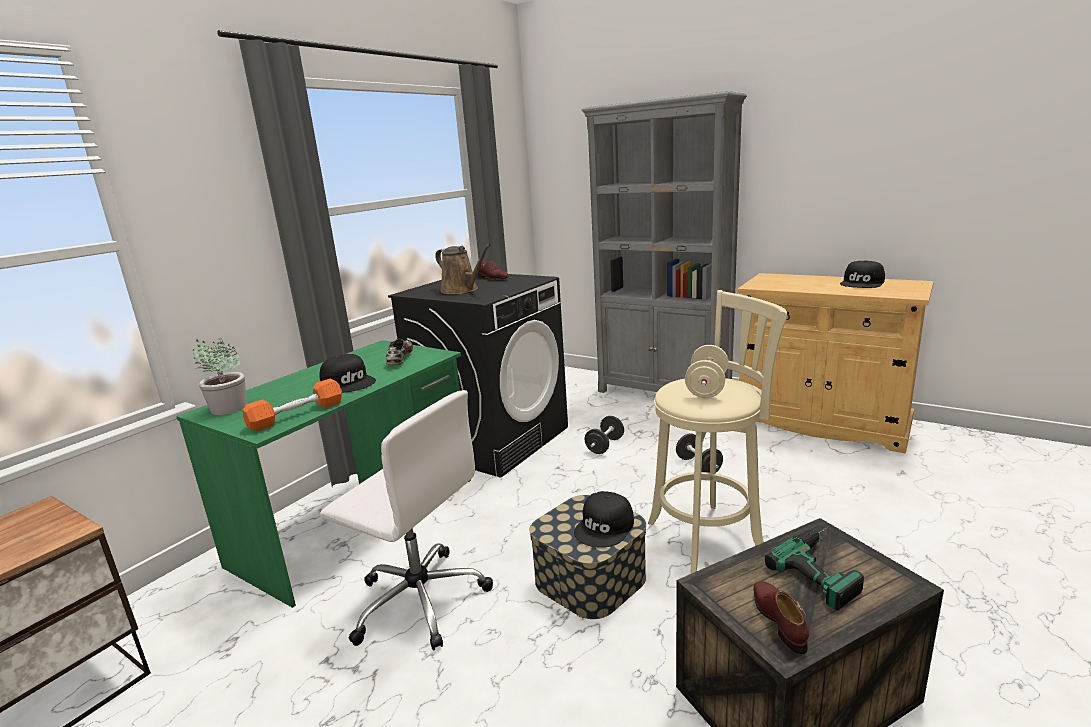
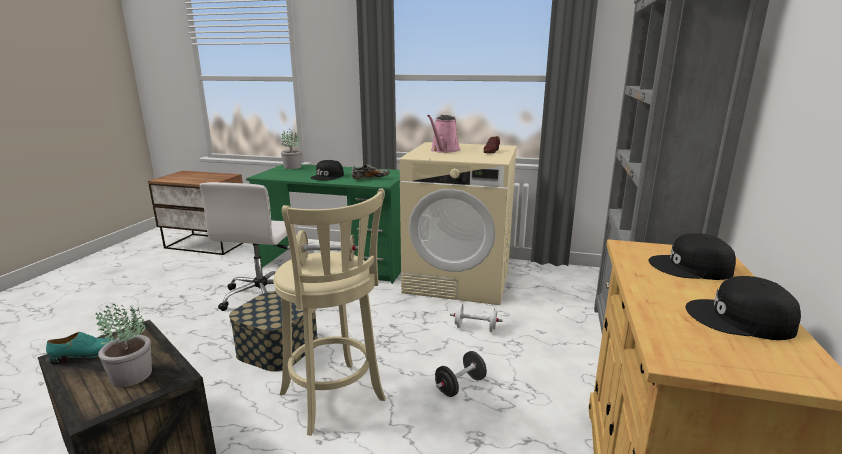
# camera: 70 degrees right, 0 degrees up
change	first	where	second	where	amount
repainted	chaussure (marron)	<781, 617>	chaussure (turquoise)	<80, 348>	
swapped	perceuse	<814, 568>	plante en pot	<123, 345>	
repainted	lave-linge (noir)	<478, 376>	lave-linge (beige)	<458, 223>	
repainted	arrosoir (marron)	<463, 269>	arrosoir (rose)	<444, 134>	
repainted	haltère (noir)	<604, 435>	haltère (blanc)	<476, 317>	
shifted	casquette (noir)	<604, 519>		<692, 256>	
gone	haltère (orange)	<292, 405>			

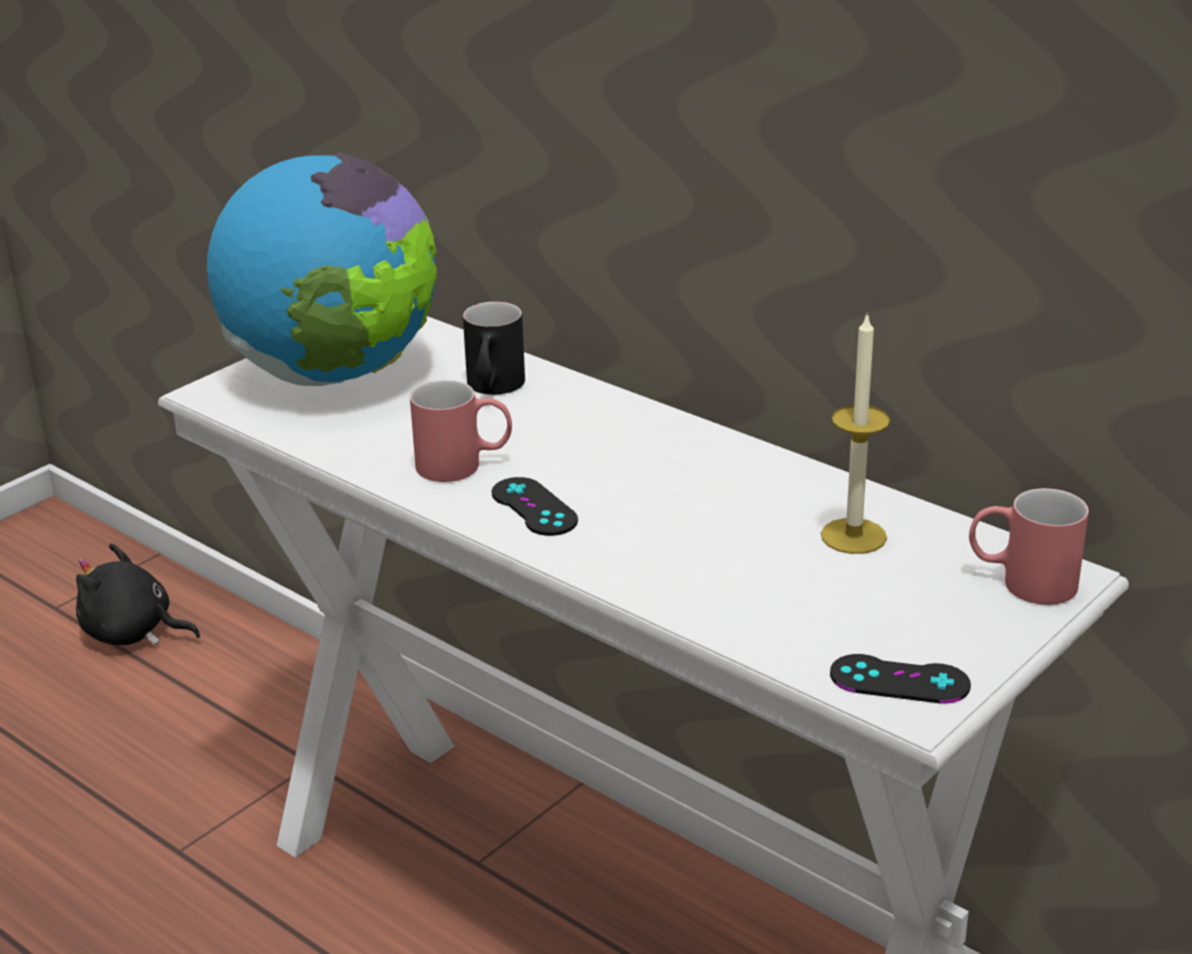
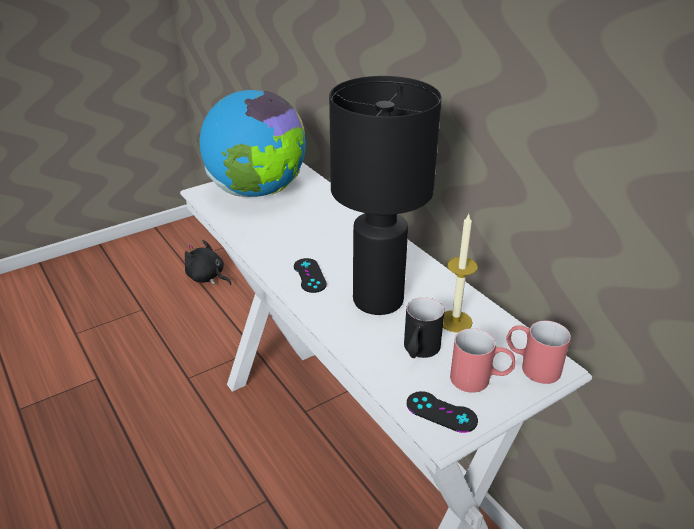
# camera: 15 degrees right, 5 degrees up
change	first	where	second	where	amount
new			lampe de table (noir)	<385, 195>	
shifted	mug (noir)	<494, 348>		<424, 327>	
shifted	mug (rouge)	<461, 431>		<482, 360>	

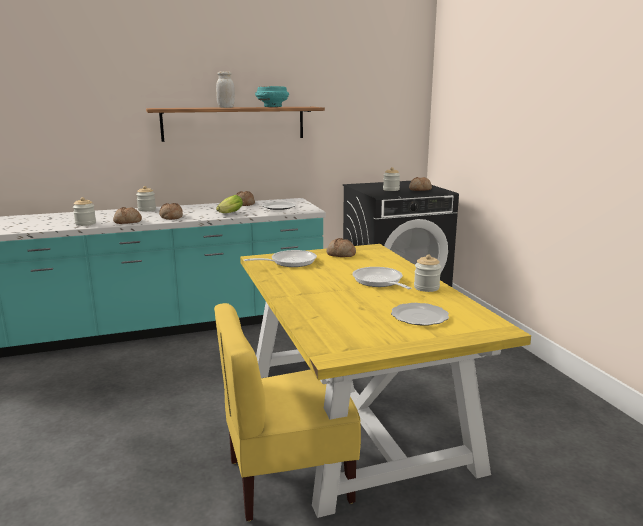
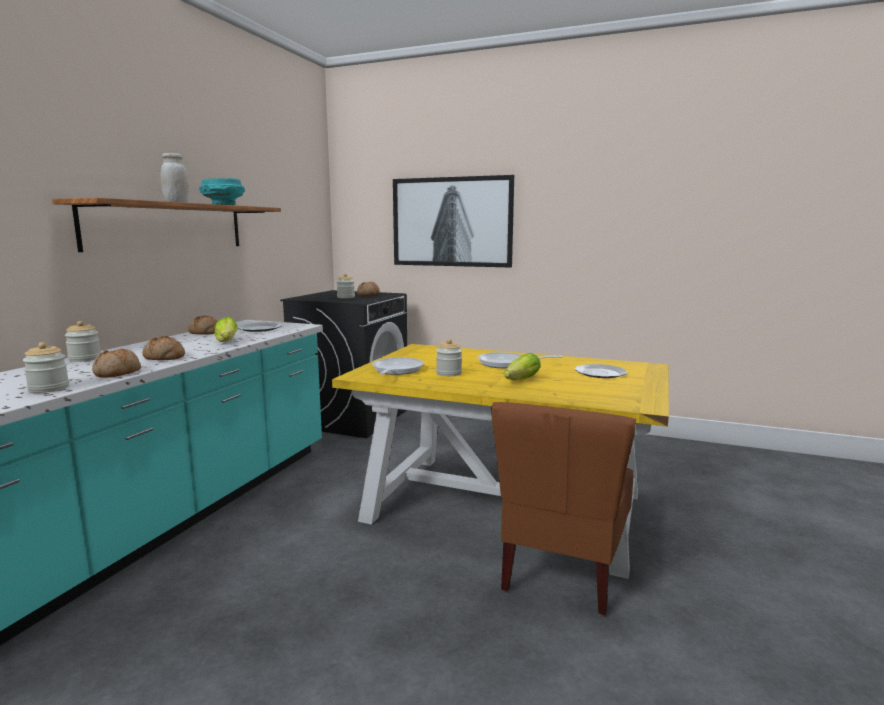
# camera: 50 degrees left, 5 degrees down
change	first	where	second	where	amount
new			tableau	<453, 221>	
shifted	bocal	<427, 273>		<449, 357>	
repainted	chaise (jaune)	<287, 412>	chaise (marron)	<563, 508>	
new			laitue	<522, 366>	
gone	pain	<341, 247>			

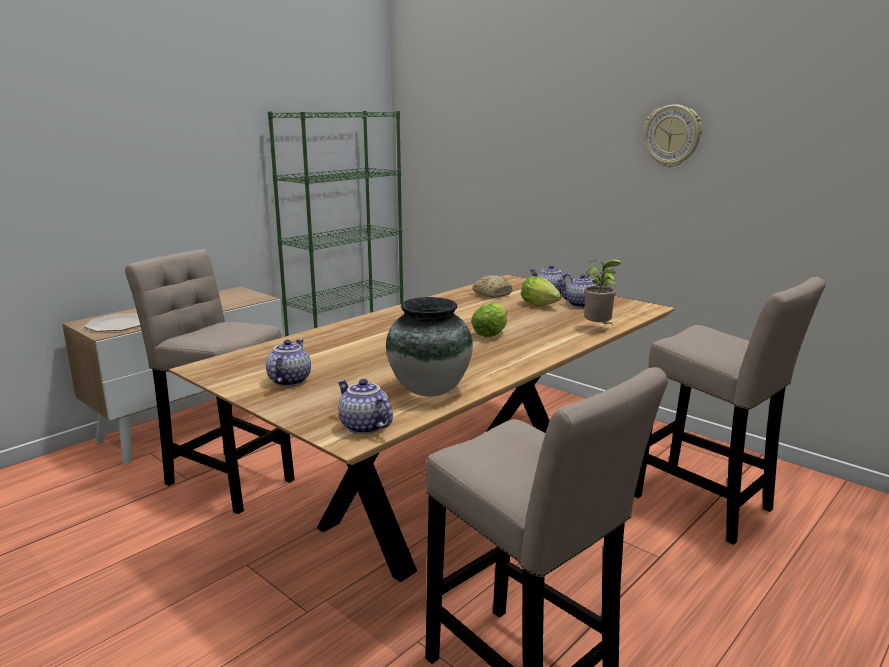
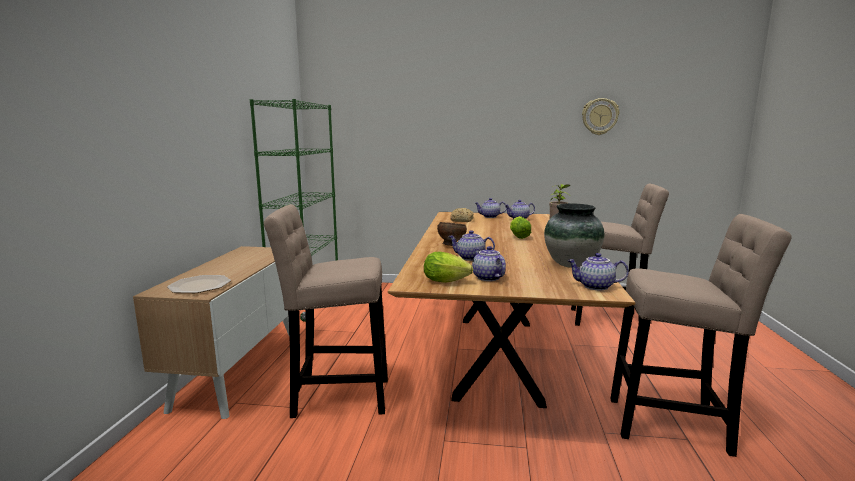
# camera: 35 degrees left, 5 degrees down
change	first	where	second	where	amount
shifted	laitue	<541, 291>		<448, 267>	
new			bol (marron)	<452, 234>	
new			théière	<471, 245>	
shifted	horloge murale	<673, 135>		<600, 116>	

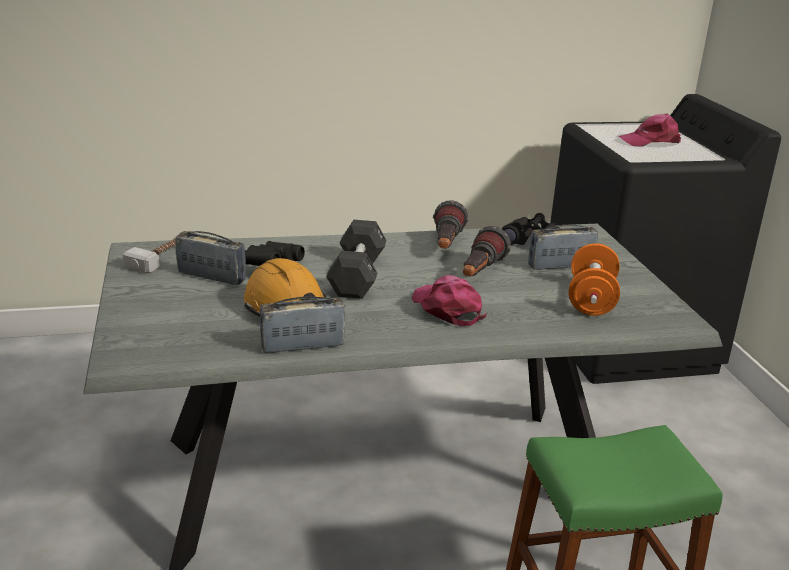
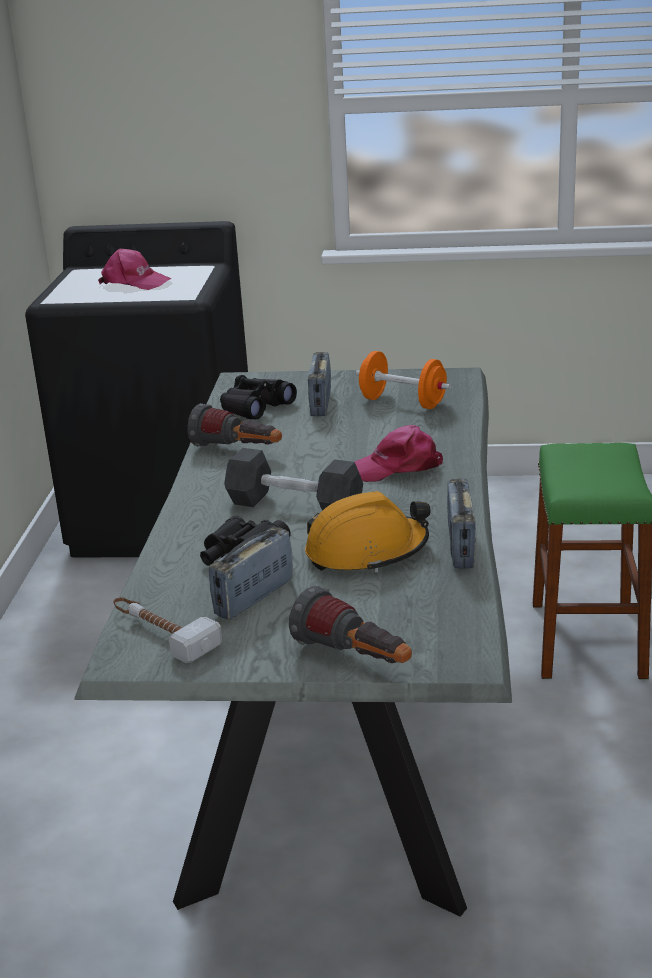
# camera: 70 degrees left, 0 degrees up
change	first	where	second	where	amount
rotated	casquette (rose)	<649, 130>		<135, 269>	75 degrees counterclockwise
shifted	lampe de poche	<487, 251>		<350, 624>	

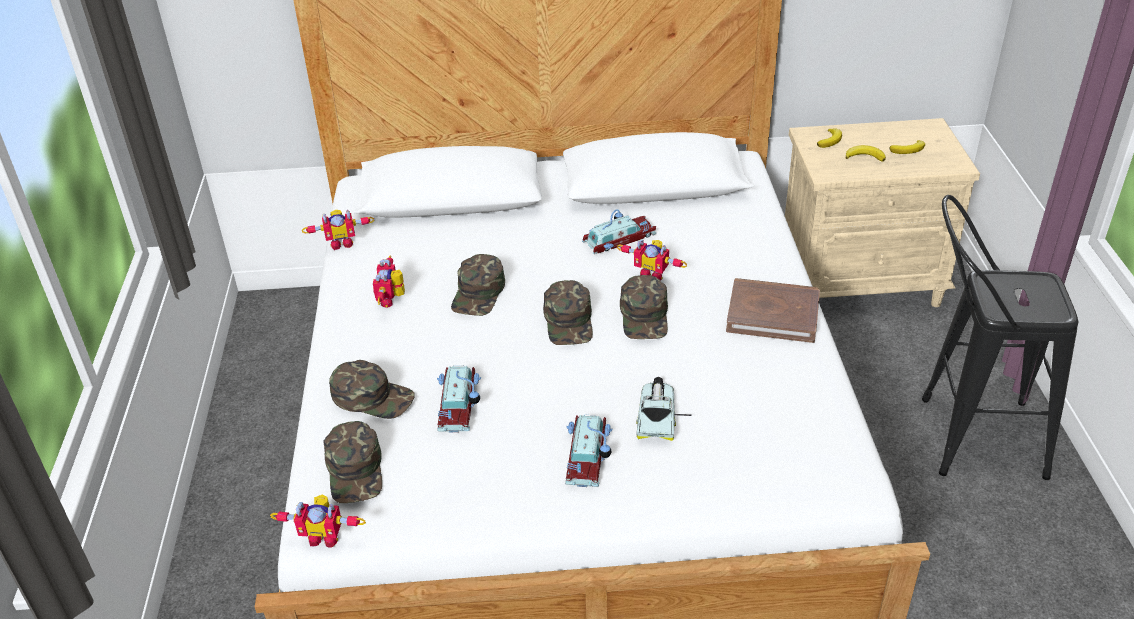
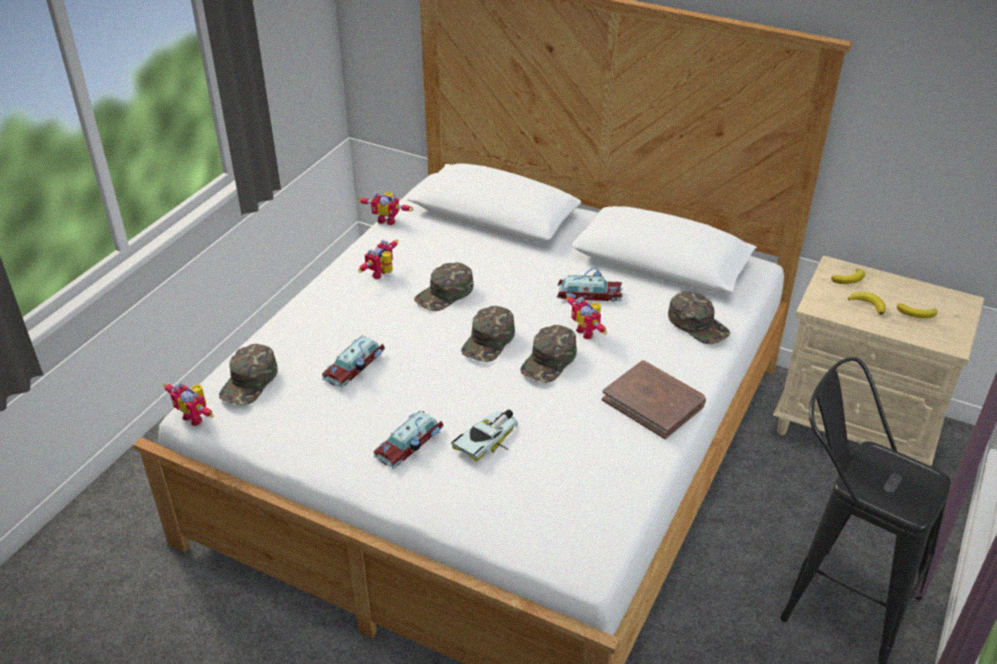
# camera: 30 degrees right, 0 degrees up
change	first	where	second	where	amount
shifted	casquette (vert)	<371, 389>		<699, 317>	

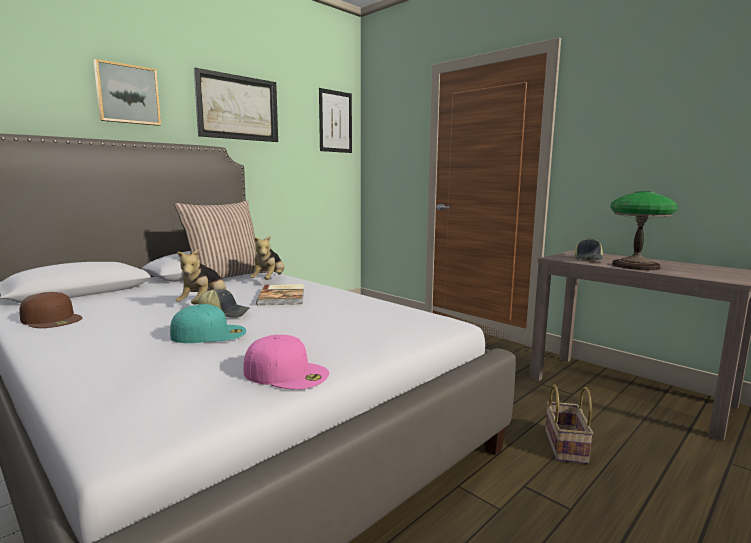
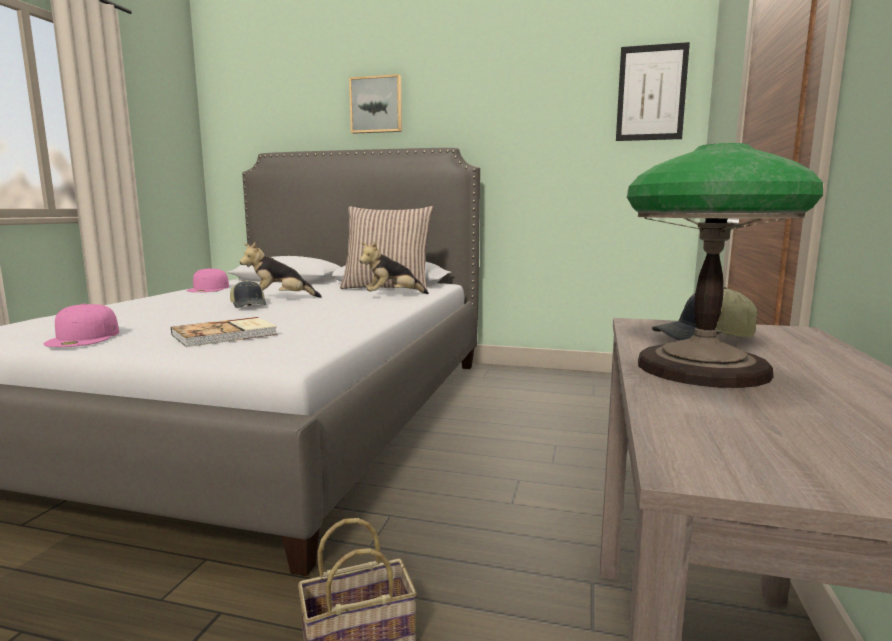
# camera: 60 degrees right, 0 degrees up
change	first	where	second	where	amount
shifted	livre	<280, 295>		<224, 332>	
repainted	casquette (marron)	<50, 310>	casquette (rose)	<208, 280>	
gone	casquette (turquoise)	<208, 323>			
gone	tableau	<236, 105>			

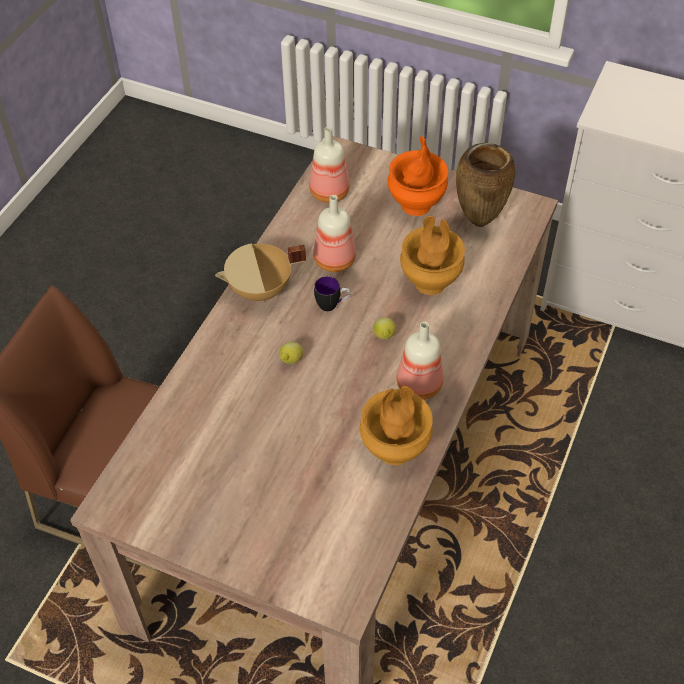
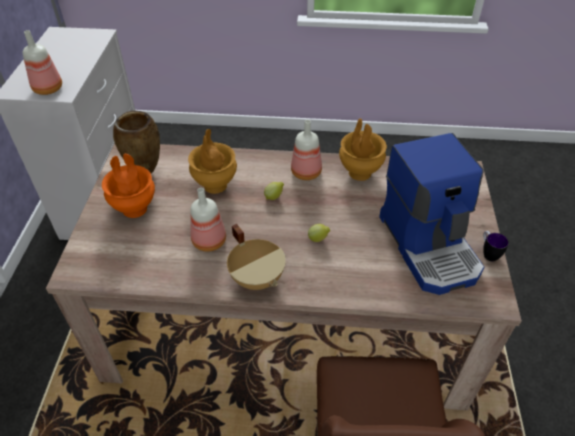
# camera: 110 degrees left, 5 degrees down
change	first	where	second	where	amount
shifted	bouteille	<329, 165>		<42, 62>	
new			machine à café	<431, 214>	
shifted	mug	<332, 293>		<496, 246>	

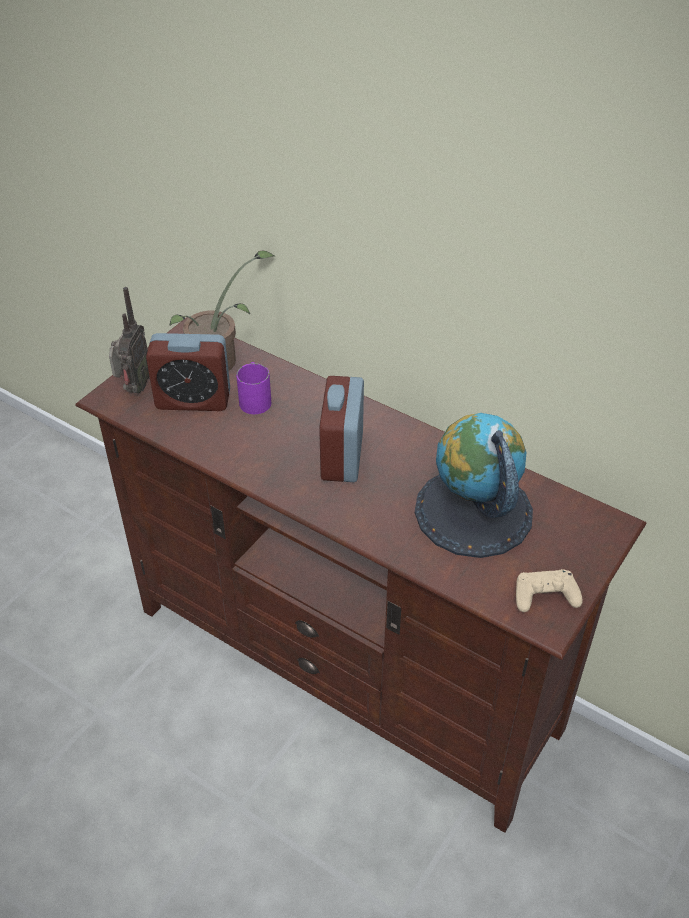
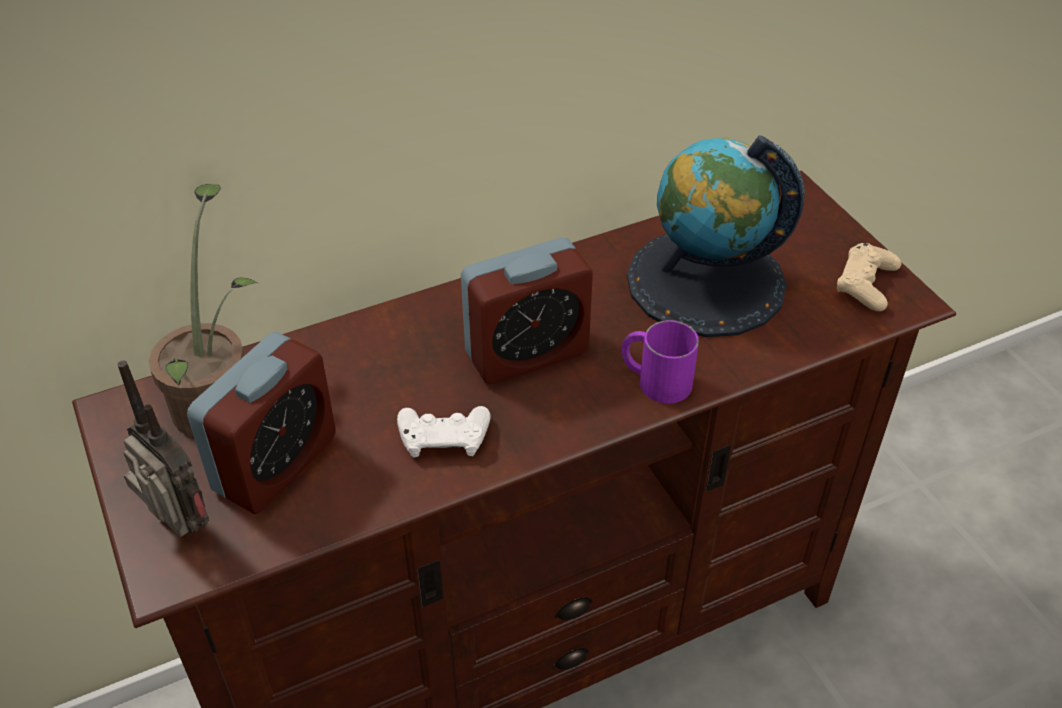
# camera: 60 degrees left, 0 degrees up
change	first	where	second	where	amount
new			manette (blanc)	<443, 431>	
rotated	réveil	<341, 429>		<527, 311>	60 degrees counterclockwise
shifted	mug (violet)	<253, 388>		<660, 362>	

